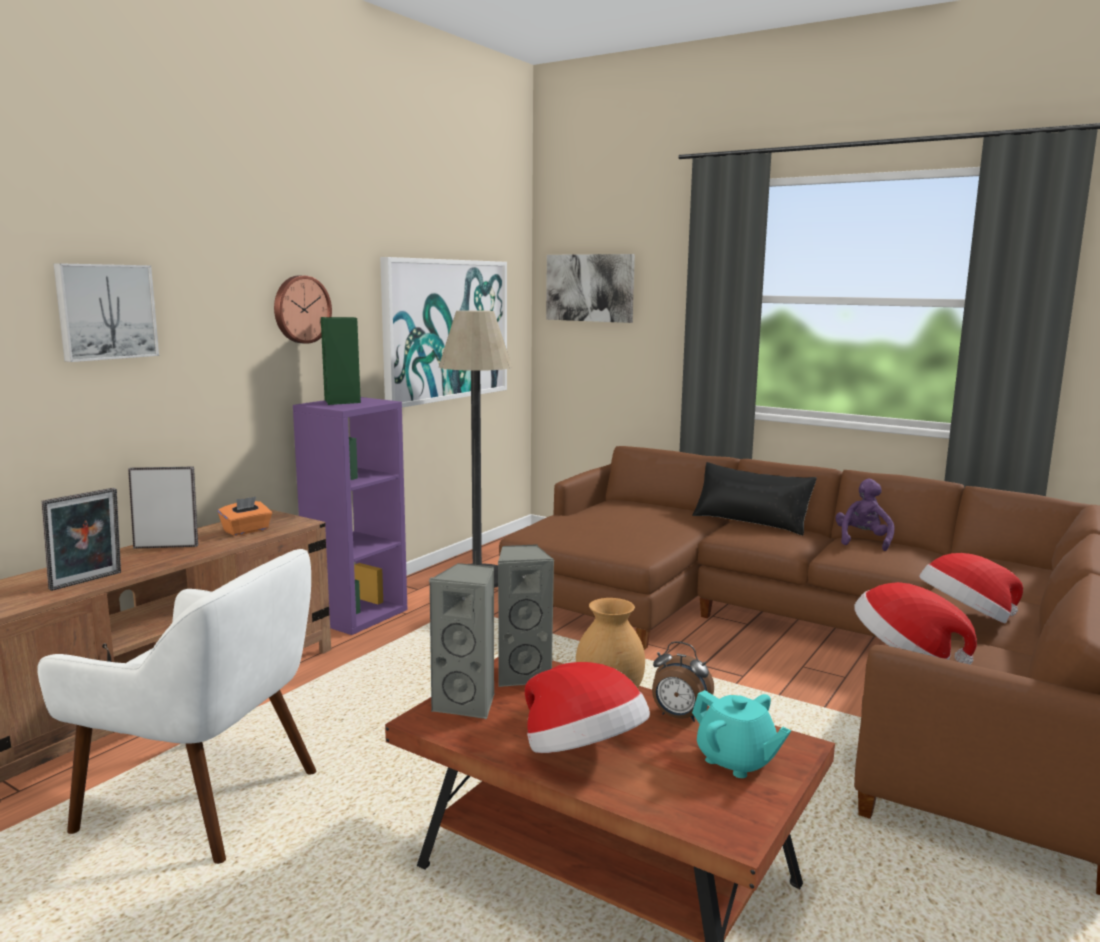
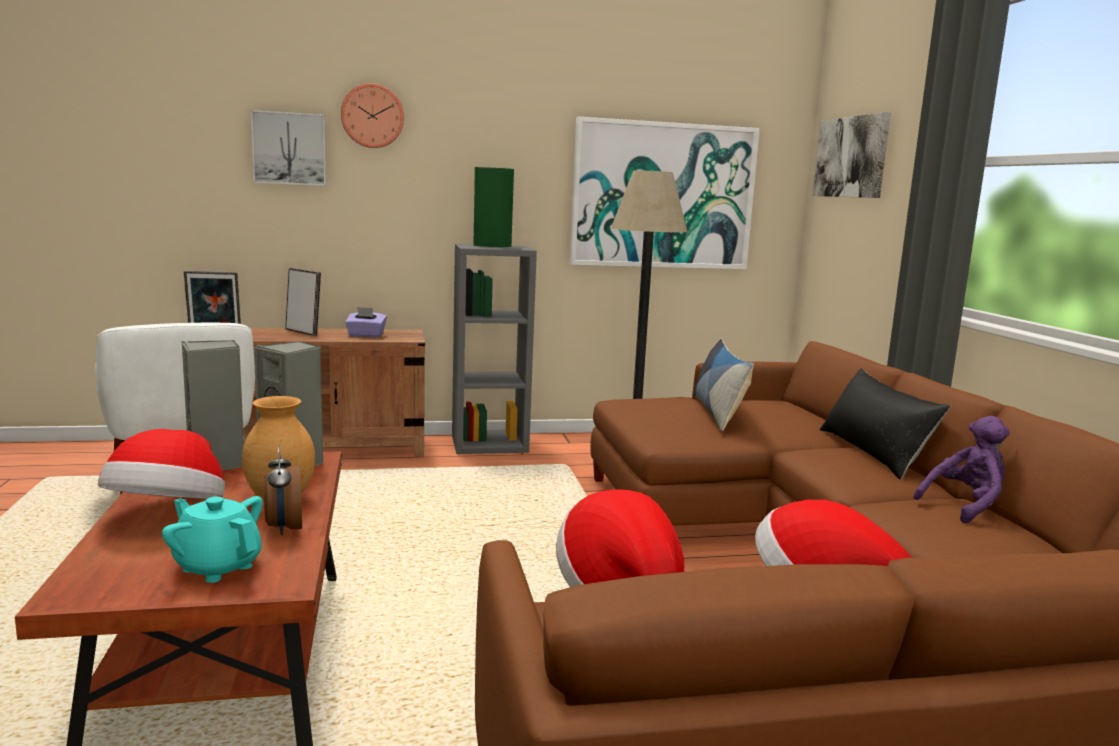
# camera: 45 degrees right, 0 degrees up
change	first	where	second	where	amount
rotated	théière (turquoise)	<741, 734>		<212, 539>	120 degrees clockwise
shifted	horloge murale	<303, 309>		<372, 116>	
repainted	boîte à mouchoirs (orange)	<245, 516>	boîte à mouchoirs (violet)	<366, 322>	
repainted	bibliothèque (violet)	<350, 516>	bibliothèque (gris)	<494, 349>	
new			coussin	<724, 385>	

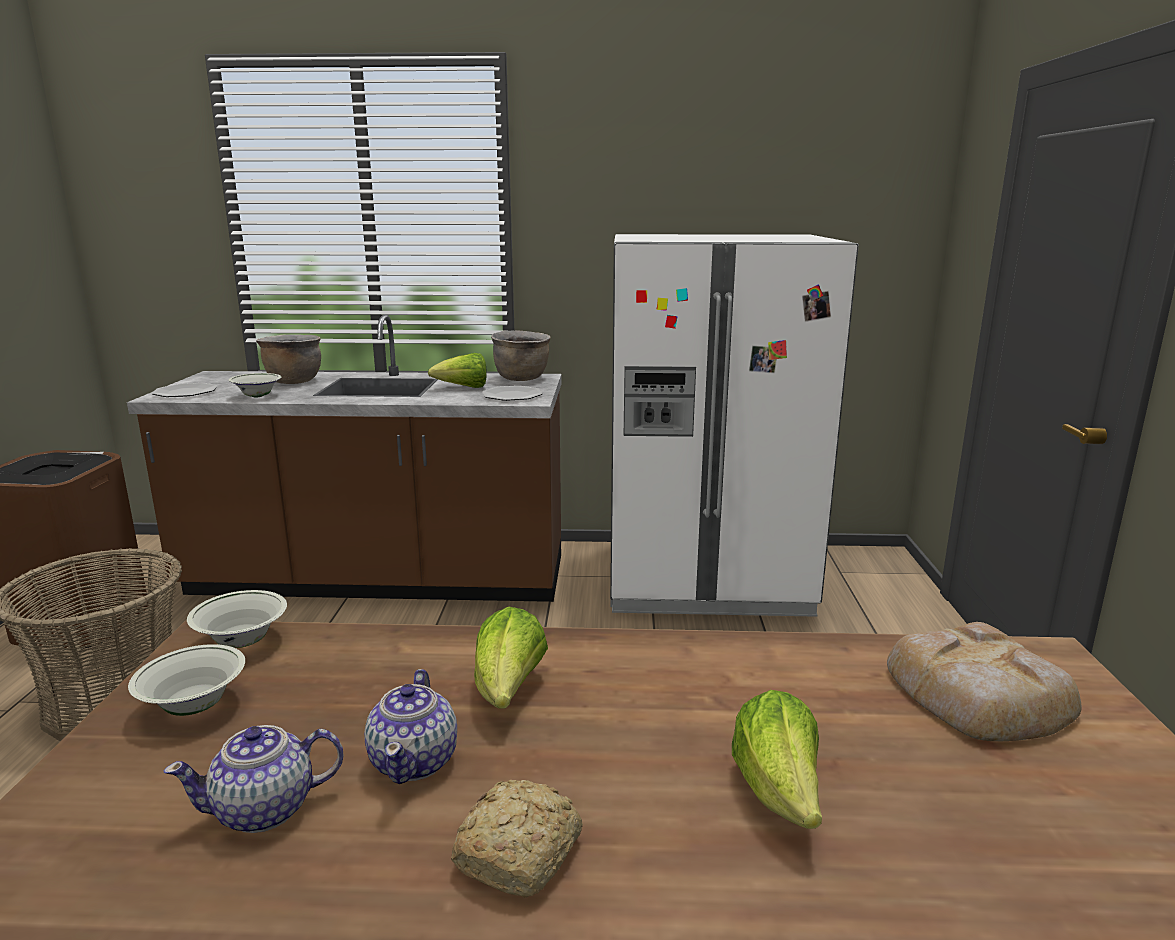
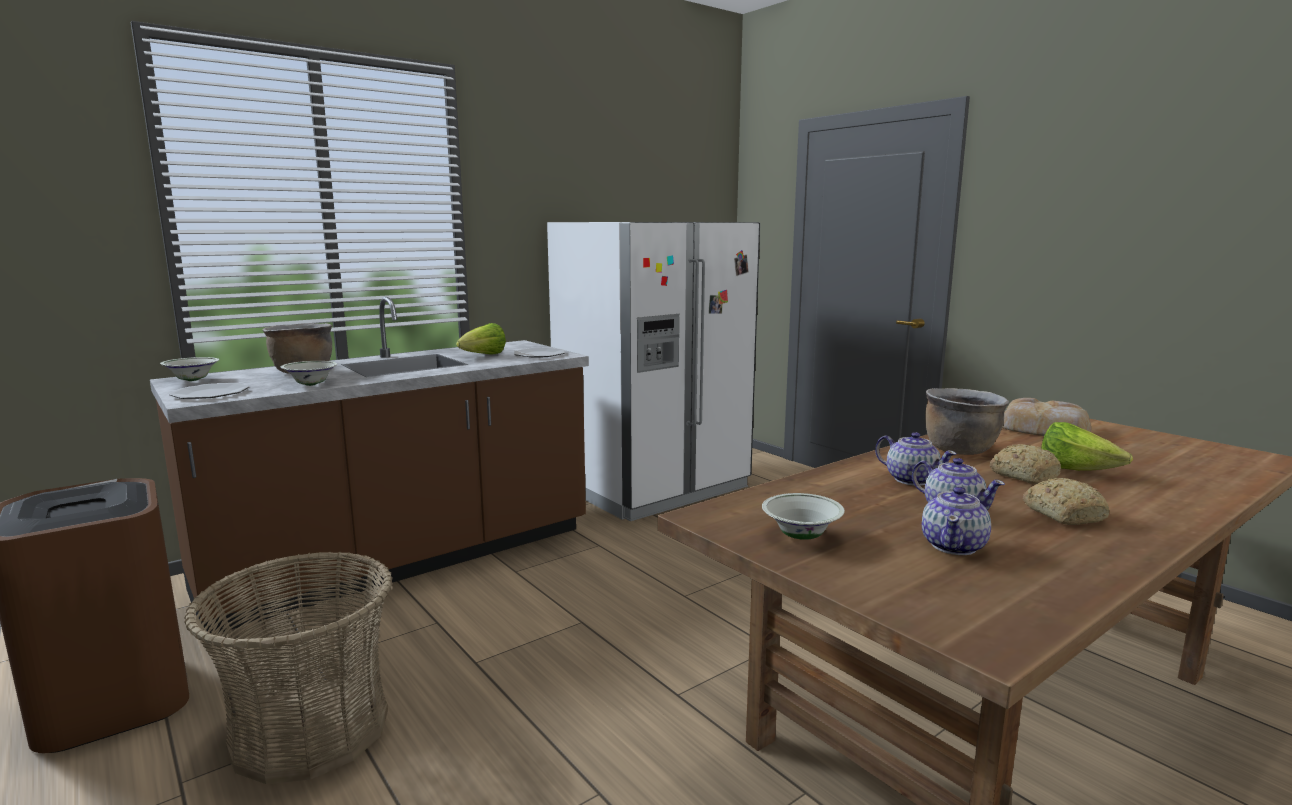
# camera: 40 degrees left, 5 degrees down
change	first	where	second	where	amount
shifted	bol (blanc)	<237, 619>		<189, 369>	
swapped	laitue	<511, 657>	théière	<915, 459>	
shifted	marmite (marron)	<521, 355>		<967, 421>	
new			pain	<1025, 464>	

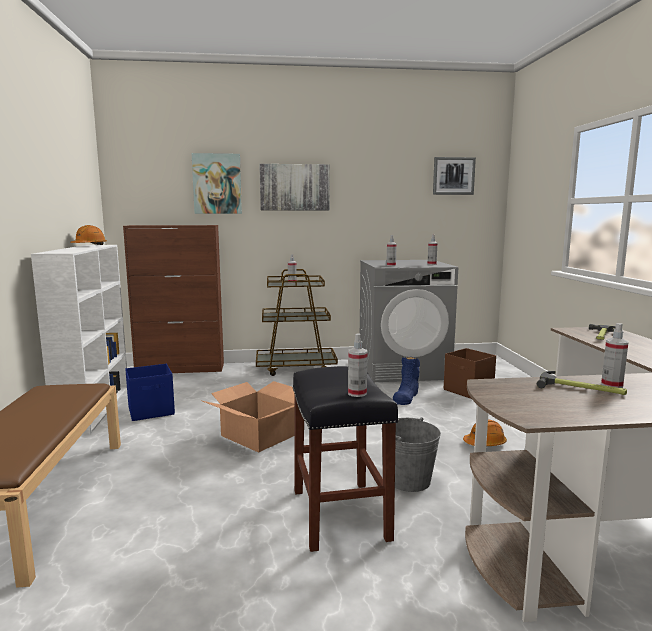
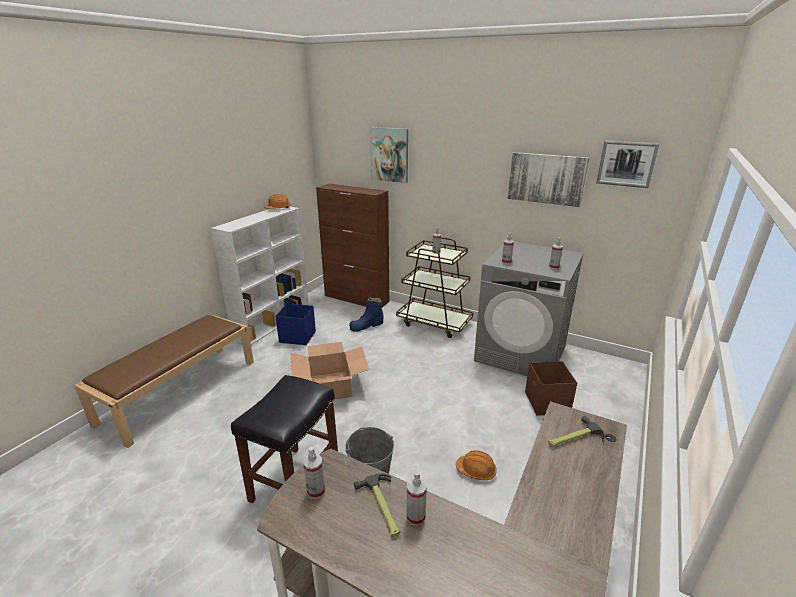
# camera: 35 degrees right, 15 degrees up
change	first	where	second	where	amount
shifted	vaporisateur	<357, 365>		<314, 473>	
shifted	botte (bleu)	<406, 381>		<366, 314>	
shifted	tableau	<294, 187>		<548, 179>	

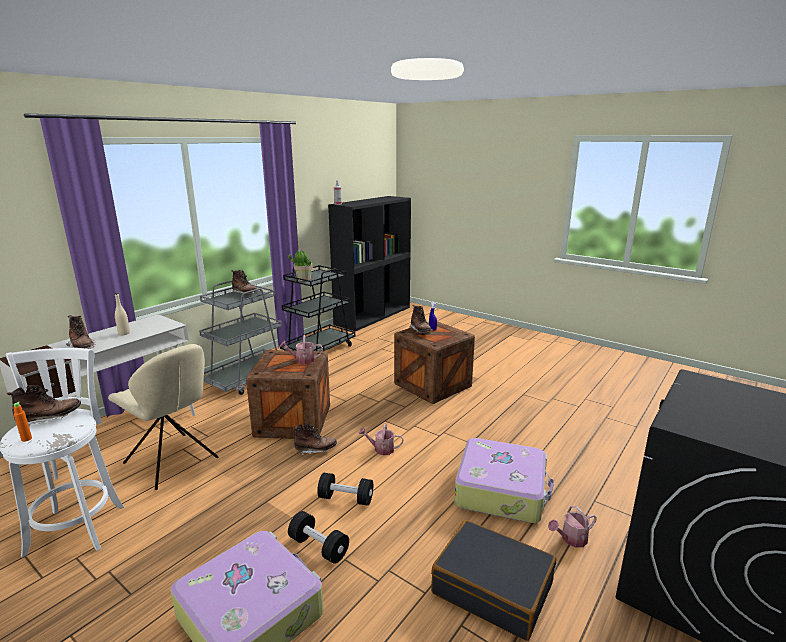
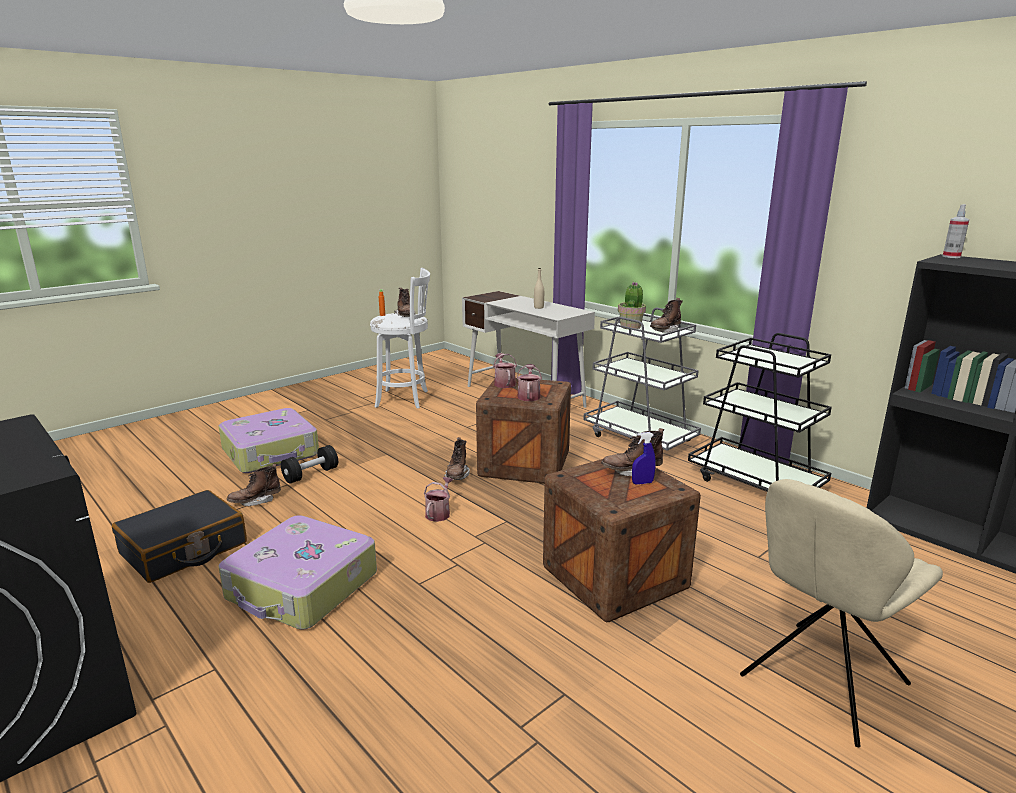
# camera: 100 degrees right, 0 degrees up
change	first	where	second	where	amount
shifted	botte (marron)	<80, 332>		<254, 485>	
shifted	arrosoir	<572, 526>		<505, 370>	
shifted	plante en pot	<300, 265>		<632, 305>	
shifted	chaise (beige)	<163, 417>		<841, 613>	
gone	haltère (noir)	<345, 489>			

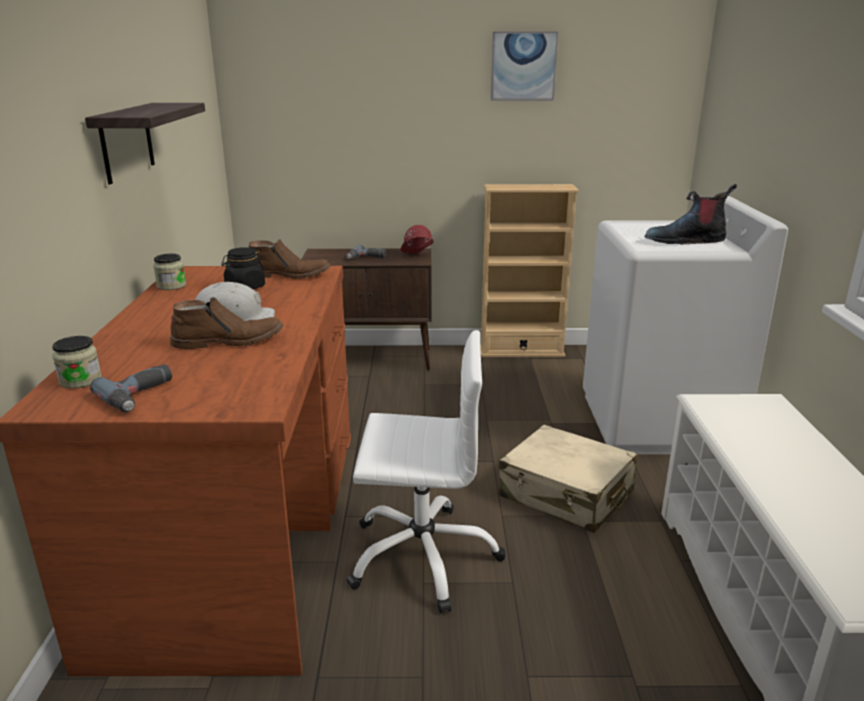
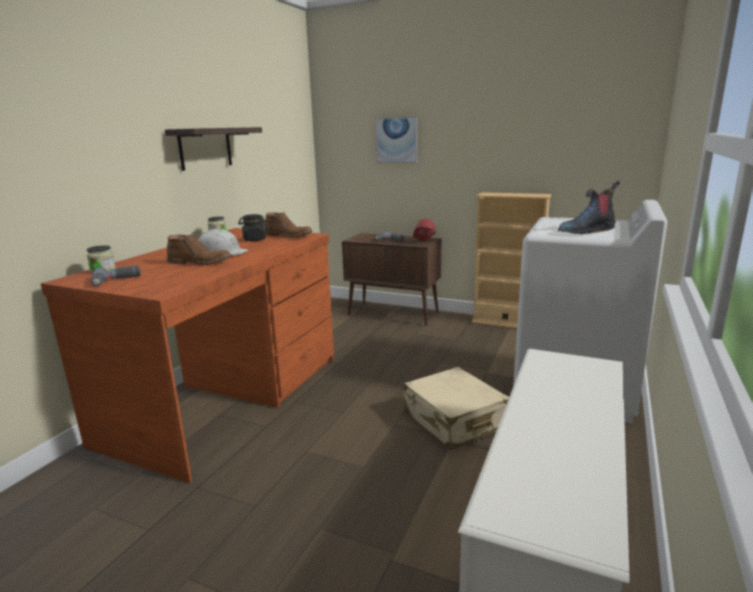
# camera: 25 degrees right, 5 degrees down
change	first	where	second	where	amount
shifted	tableau	<524, 66>		<396, 140>	
rotated	botte	<691, 214>		<589, 207>	45 degrees counterclockwise
gone	chaise de bureau (blanc)	<426, 471>			

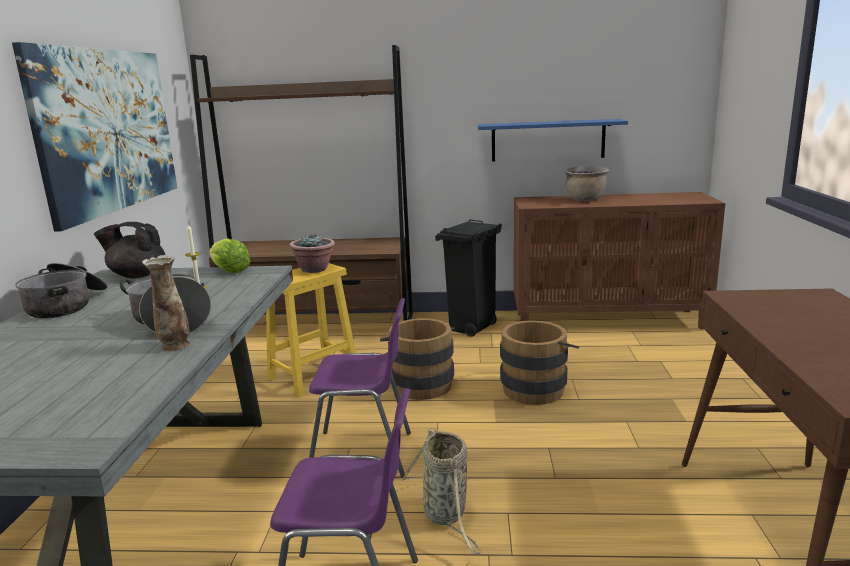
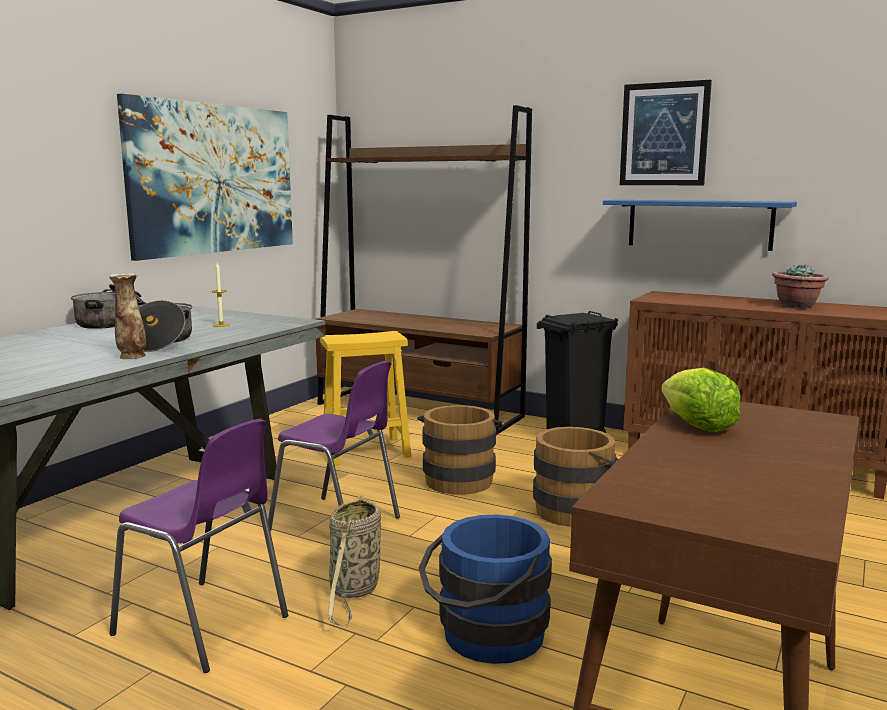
# camera: 25 degrees right, 5 degrees down
change	first	where	second	where	amount
new			seau (bleu)	<485, 589>	
new			tableau	<666, 132>	
shifted	laitue	<229, 255>		<700, 400>	
shifted	plante en pot	<312, 253>		<800, 286>	
gone	théière (noir)	<129, 250>			
gone	marmite (marron)	<587, 183>			

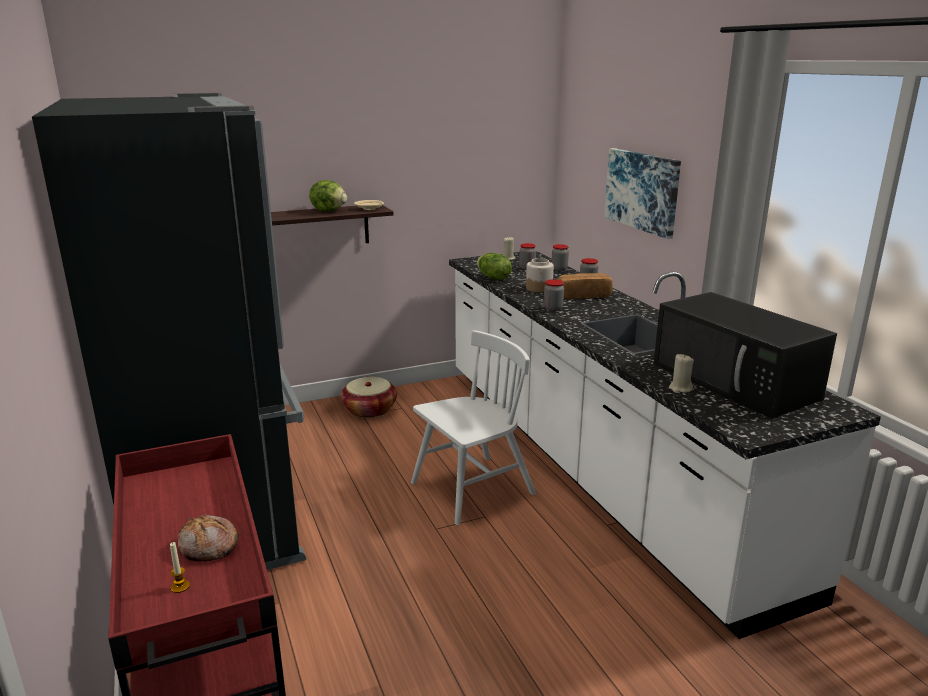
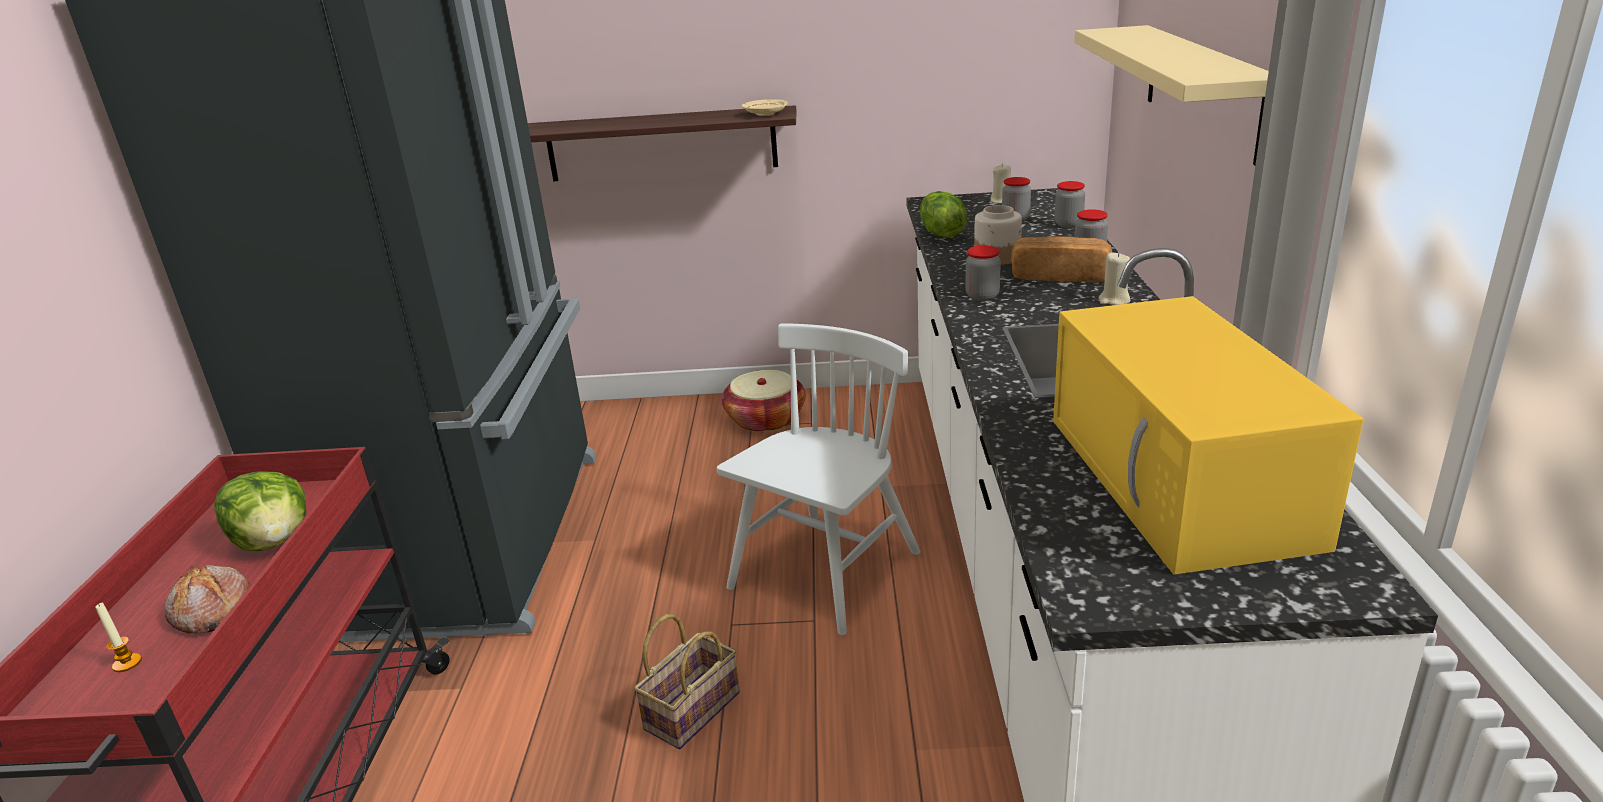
# camera: 25 degrees right, 5 degrees up
change	first	where	second	where	amount
shifted	laitue	<328, 195>		<260, 511>	
new			panier	<687, 681>	
rotated	chaise (blanc)	<473, 427>		<819, 479>	45 degrees counterclockwise
repainted	micro-ondes (noir)	<745, 355>	micro-ondes (jaune)	<1208, 435>	
swapped	tableau	<642, 193>	étagère (beige)	<1172, 95>	
shifted	bougie (beige)	<681, 373>		<1114, 278>	

